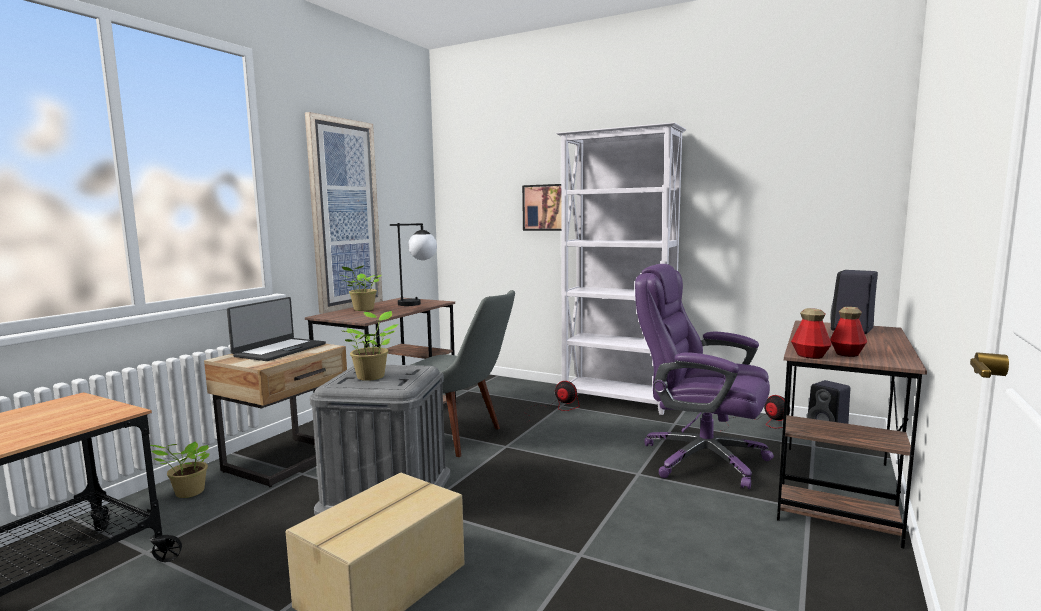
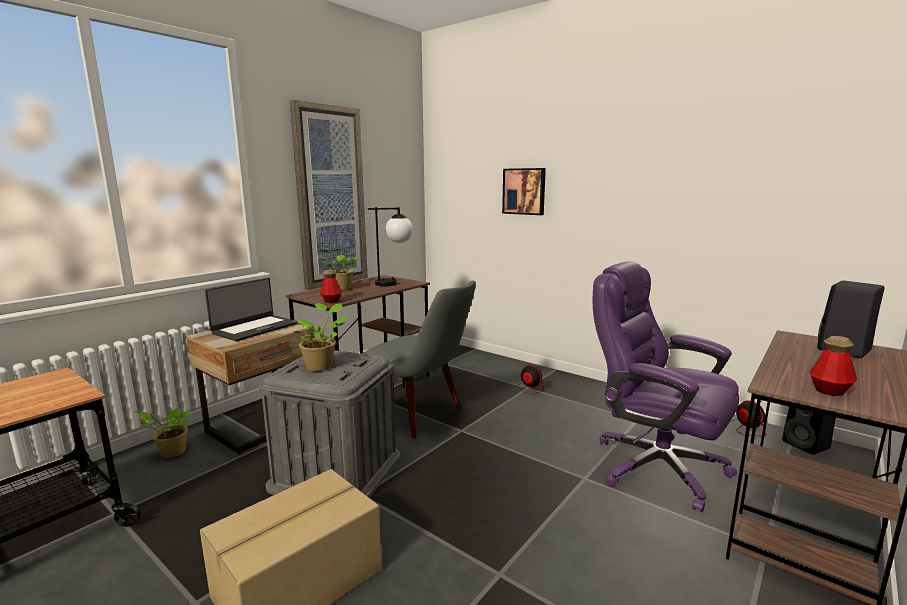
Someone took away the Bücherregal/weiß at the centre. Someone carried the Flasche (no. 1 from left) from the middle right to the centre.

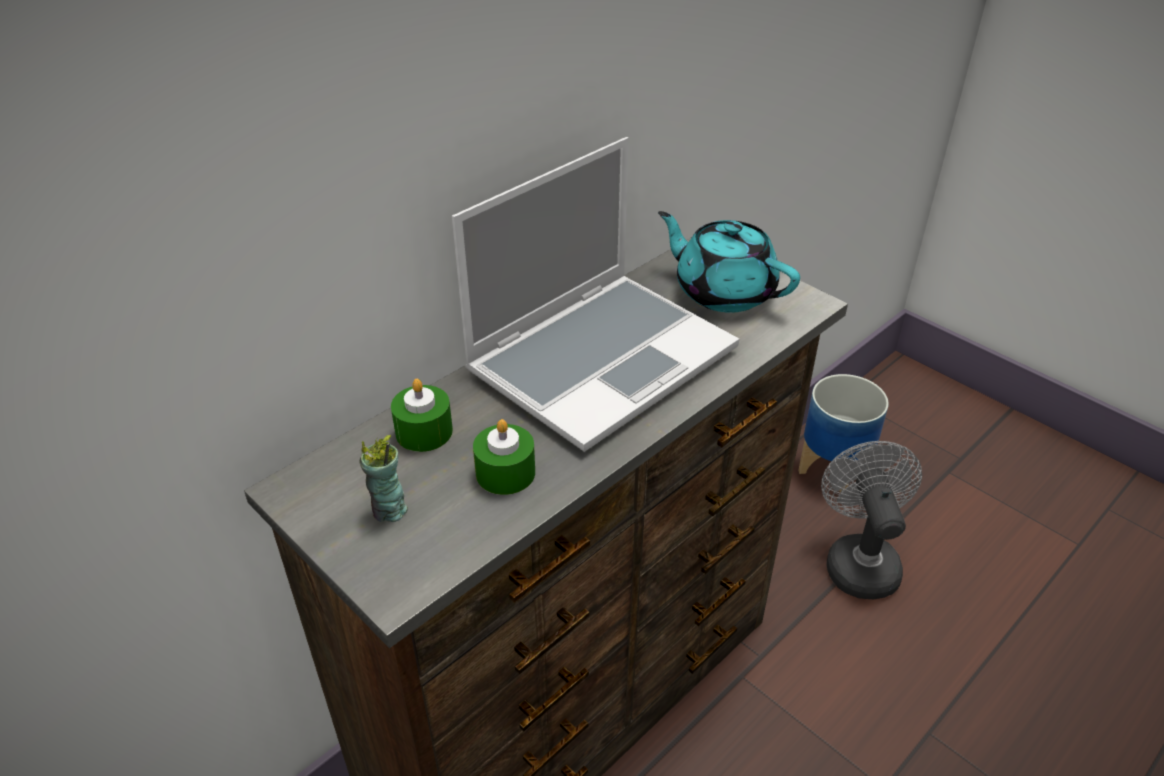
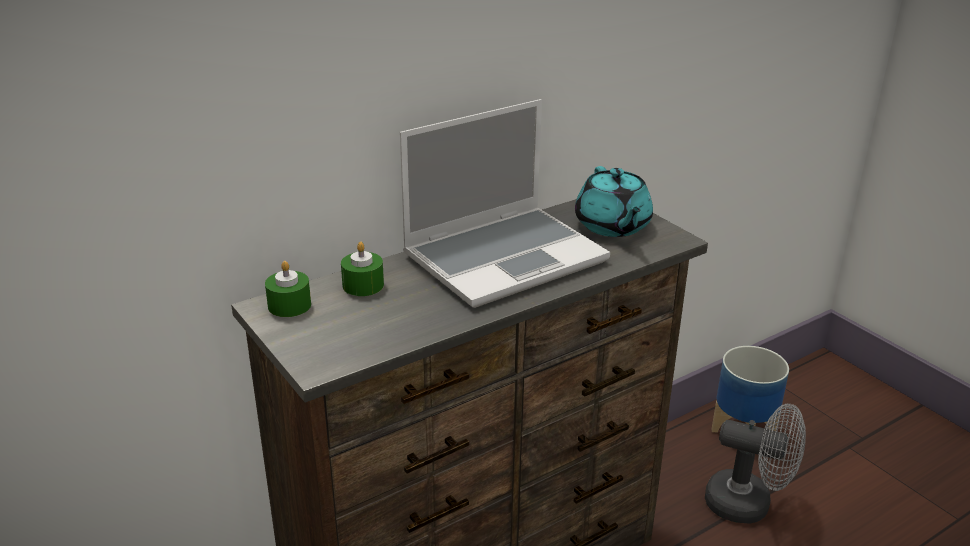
Someone rotated the Teekanne/türkis at the centre by 150 degrees counterclockwise. Someone carried the Kerze/grün (no. 2 from left in the first image) from the centre to the middle left. Someone took away the Tasse at the middle left. Someone rotated the Ventilator/grau at the bottom right by 105 degrees clockwise.

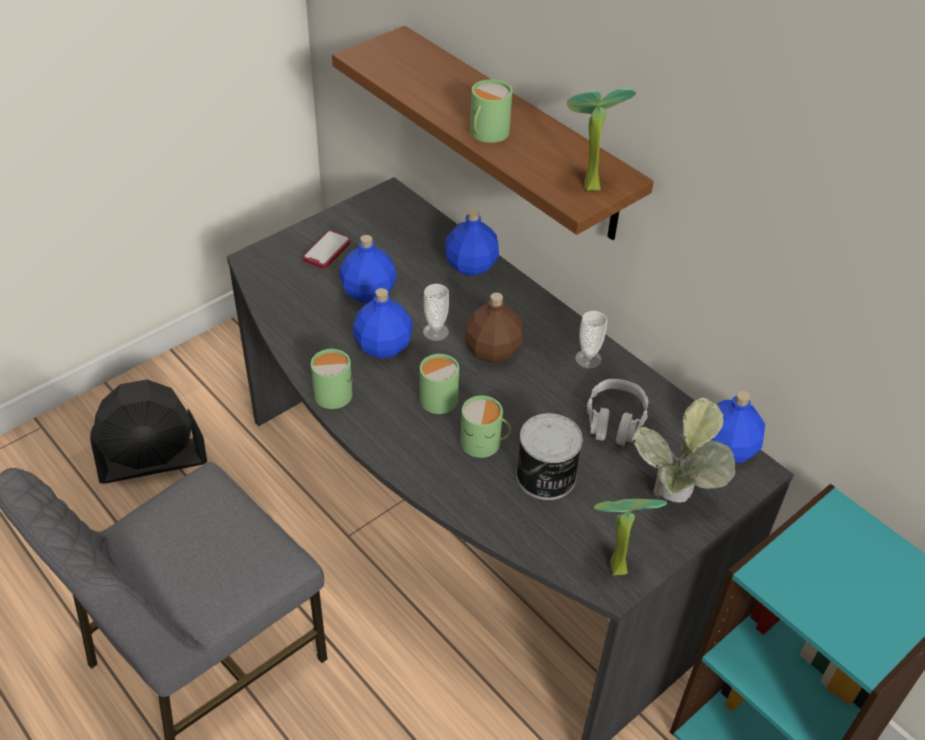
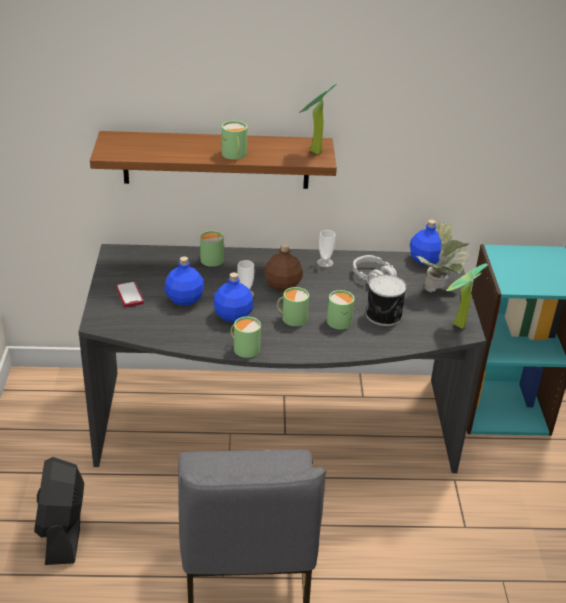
Someone swapped the Flasche/blau (no. 3 from left) at the top centre for the Henkelbecher/grün (no. 1 from left) at the centre. Someone rotated the Ventilator/schwarz at the middle left by 150 degrees clockwise.

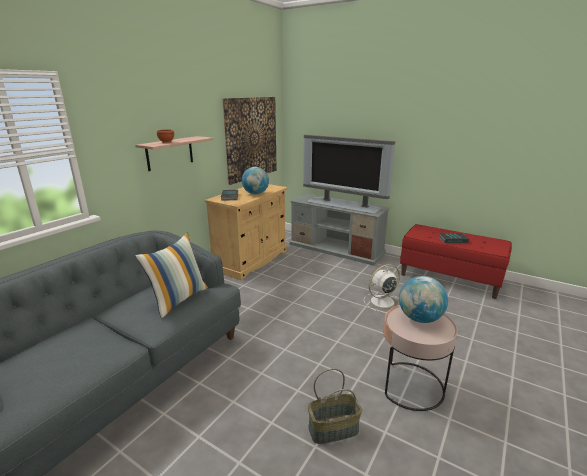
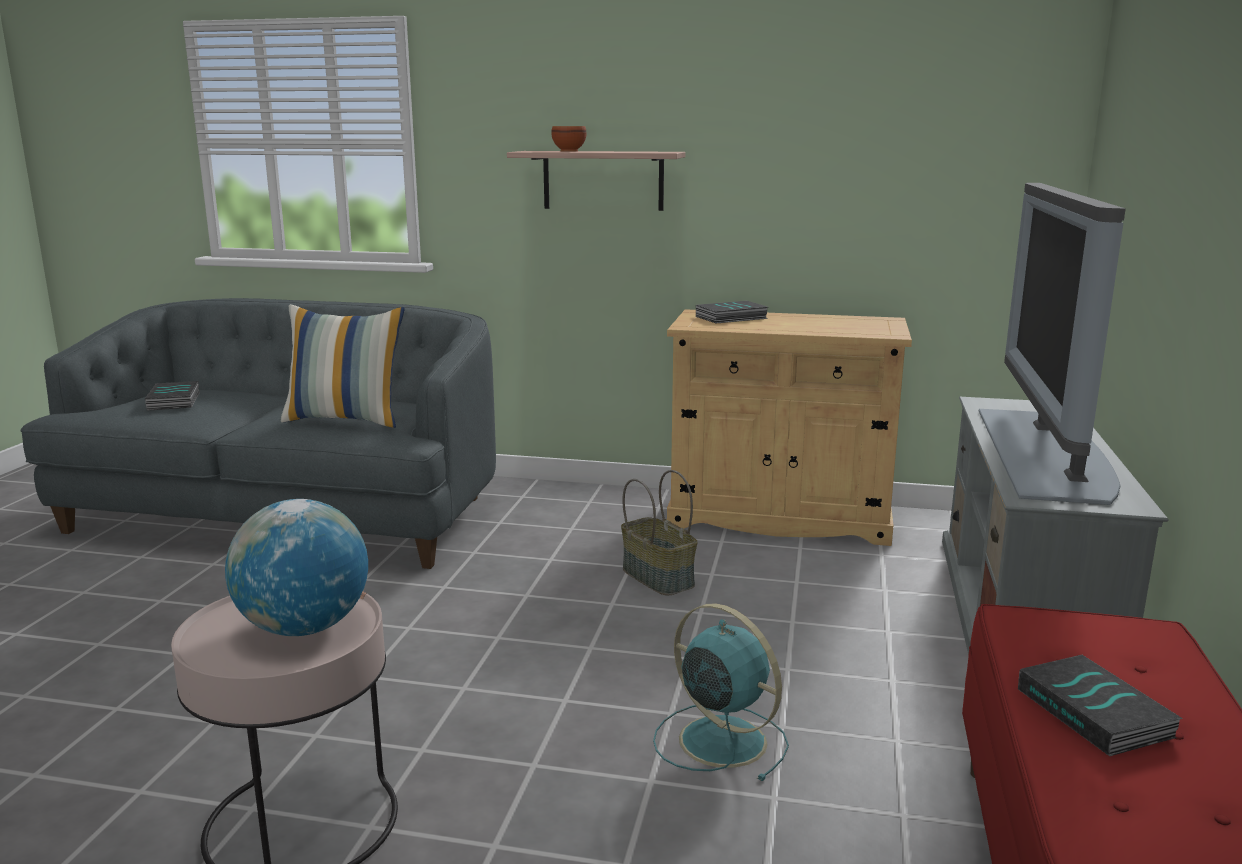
Someone took away the Bild at the top centre. Someone took away the Globus (no. 1 from left) at the centre. Someone repainted the Ventilator/weiß at the centre, which became the Ventilator/türkis at the bottom centre. Someone carried the Korb from the bottom centre to the centre. Someone put down the Buch (no. 1 from left) at the middle left.

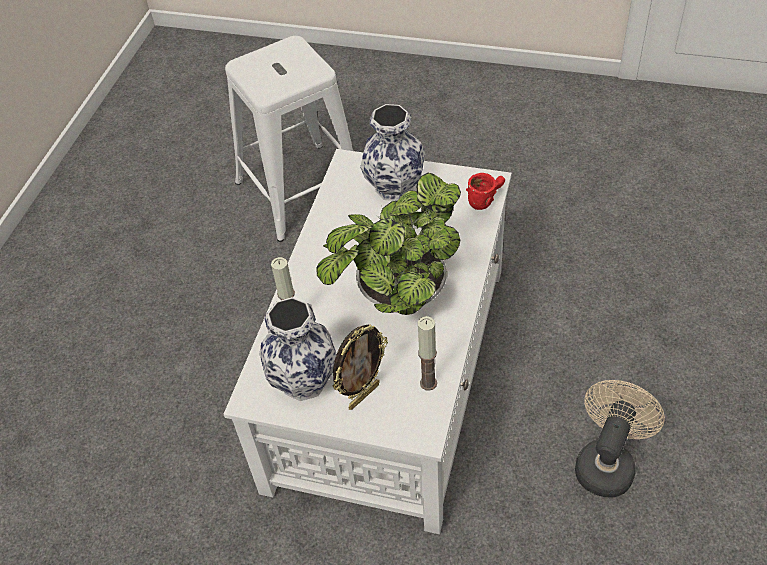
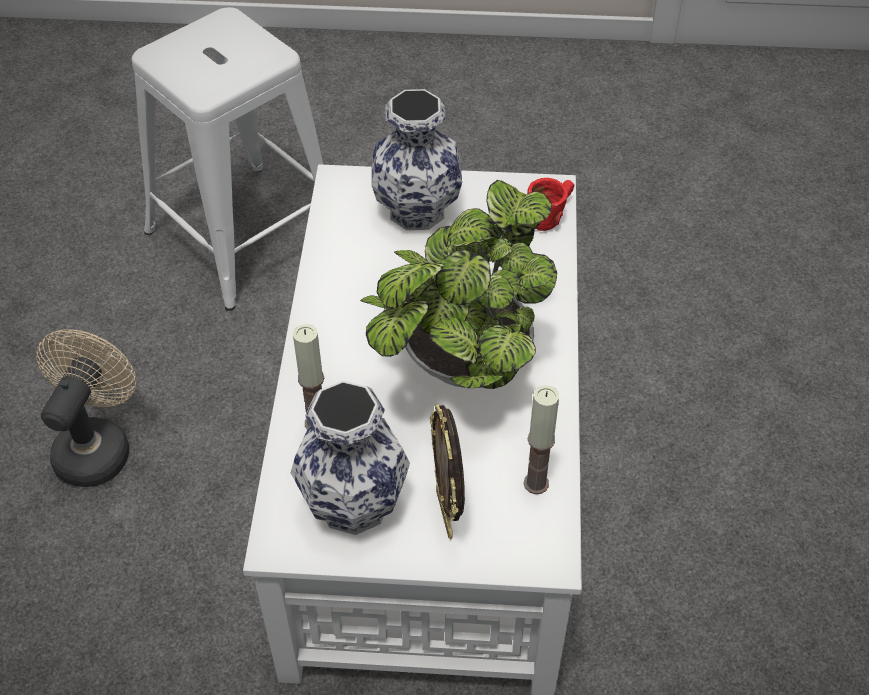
Someone rotated the Bilderrahmen at the centre by 135 degrees clockwise. Someone carried the Ventilator/beige from the bottom right to the middle left.

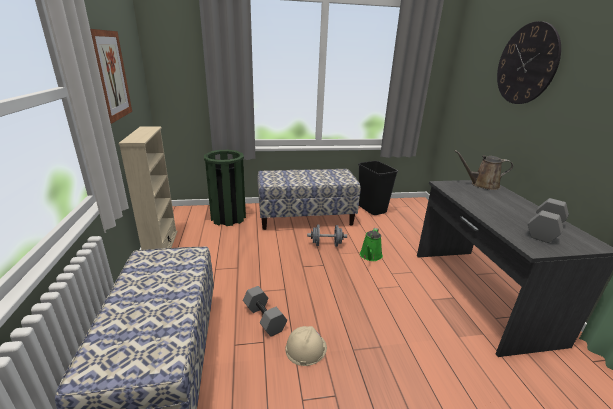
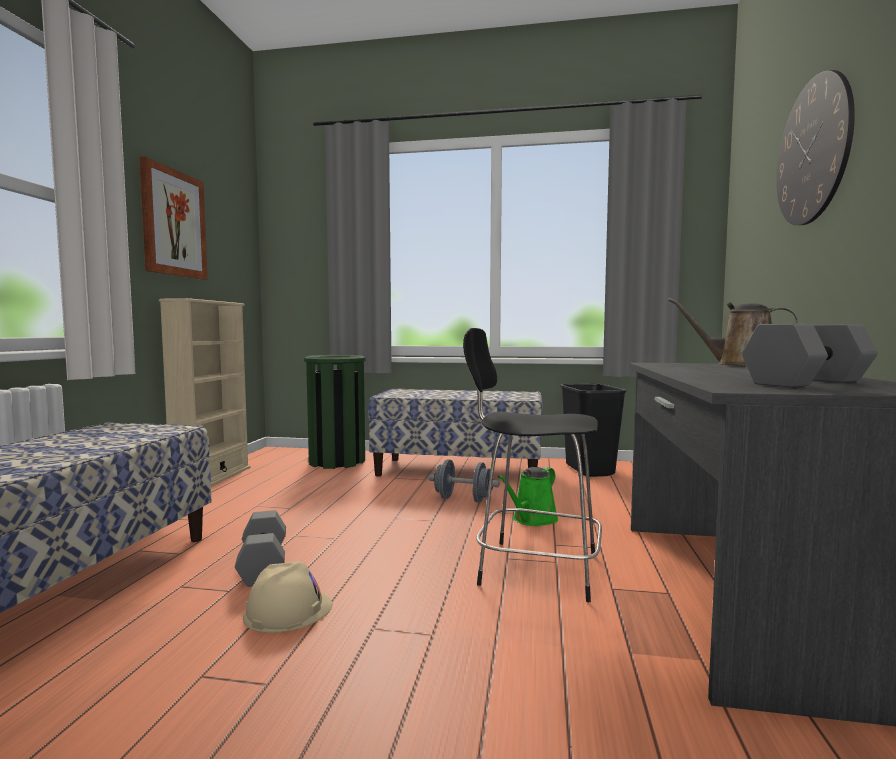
Someone put down the Hocker/schwarz at the centre.

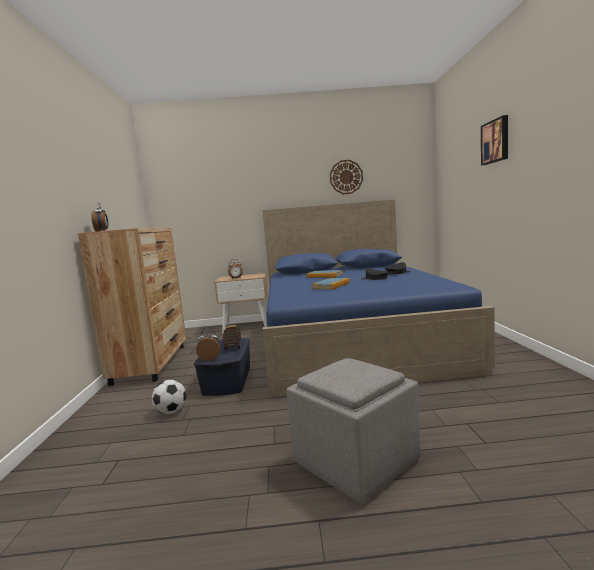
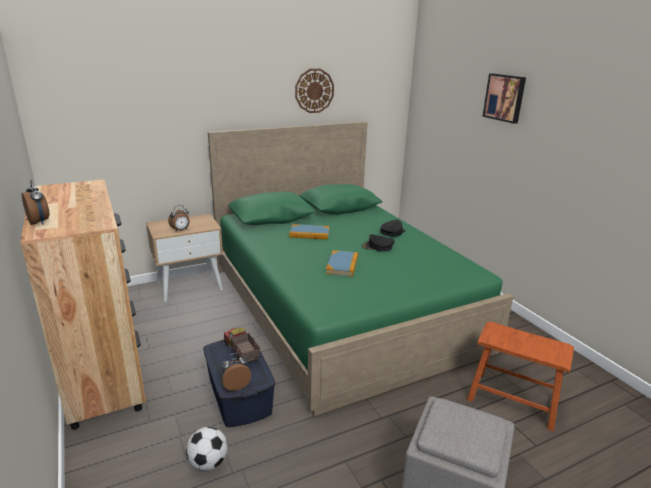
Someone repainted the Bett/blau at the centre, which became the Bett/grün at the centre. Someone put down the Hocker/braun at the bottom right.

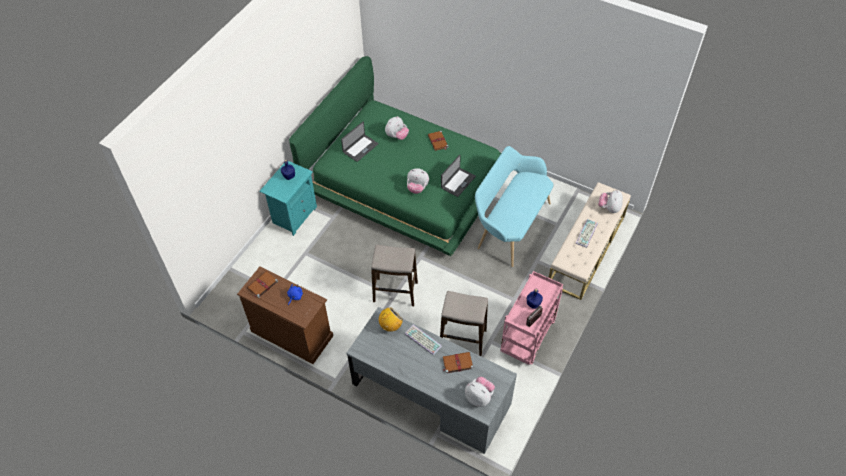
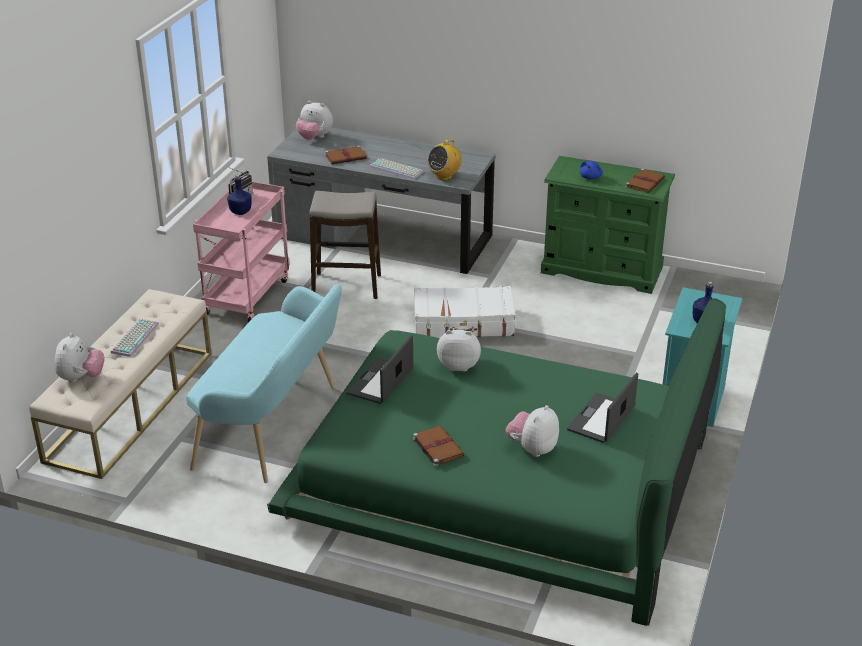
Someone swapped the Hocker (no. 1 from left) at the centre for the Koffer/weiß at the centre. Someone repainted the Kommode/braun at the centre, which became the Kommode/grün at the middle right.

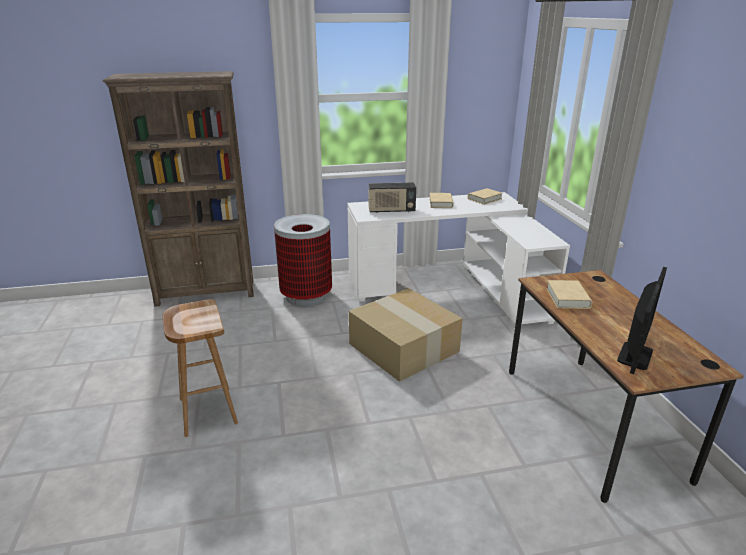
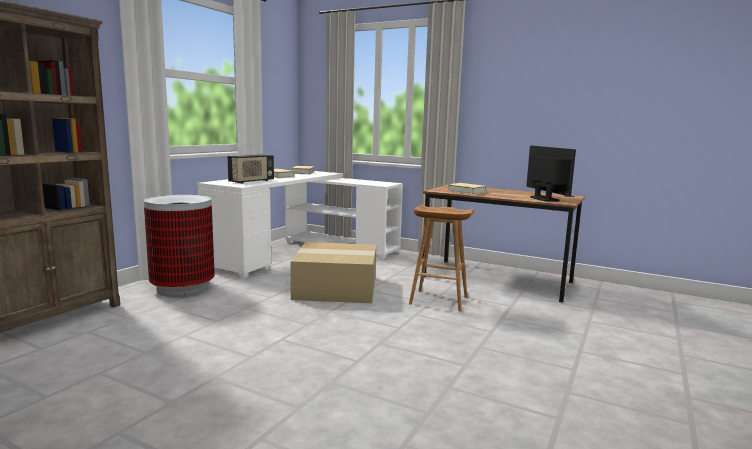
Someone carried the Hocker/braun from the middle left to the centre.

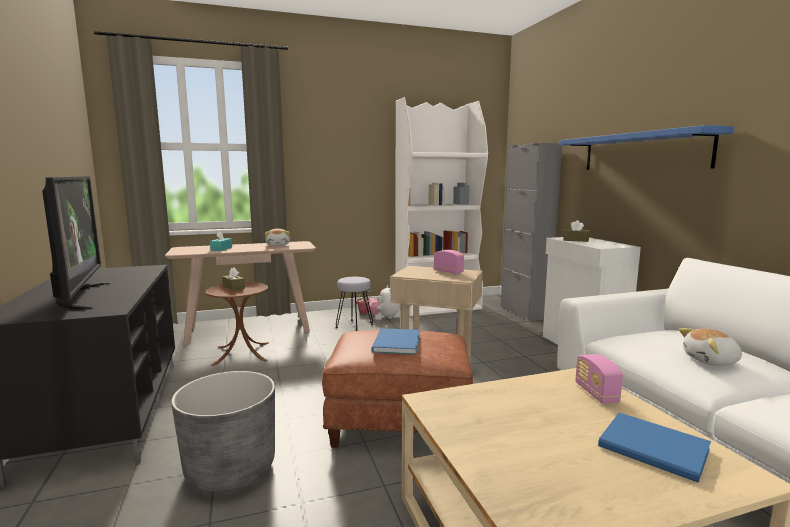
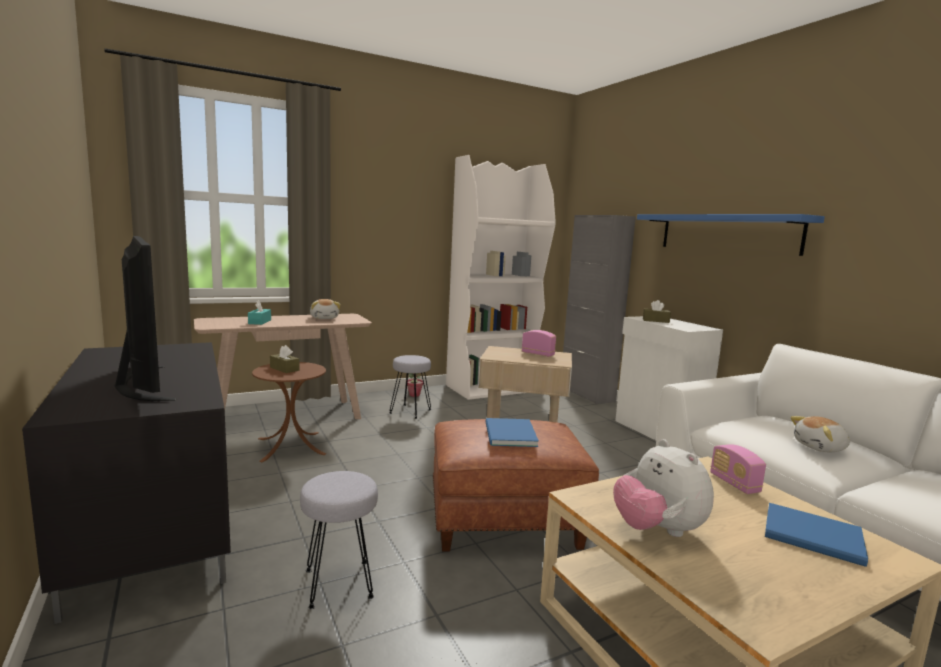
Someone carried the Plüschtier (no. 2 from left) from the centre to the bottom right. Someone swapped the Pflanzkübel/grau at the bottom left for the Hocker/grau (no. 1 from left) at the bottom centre.

